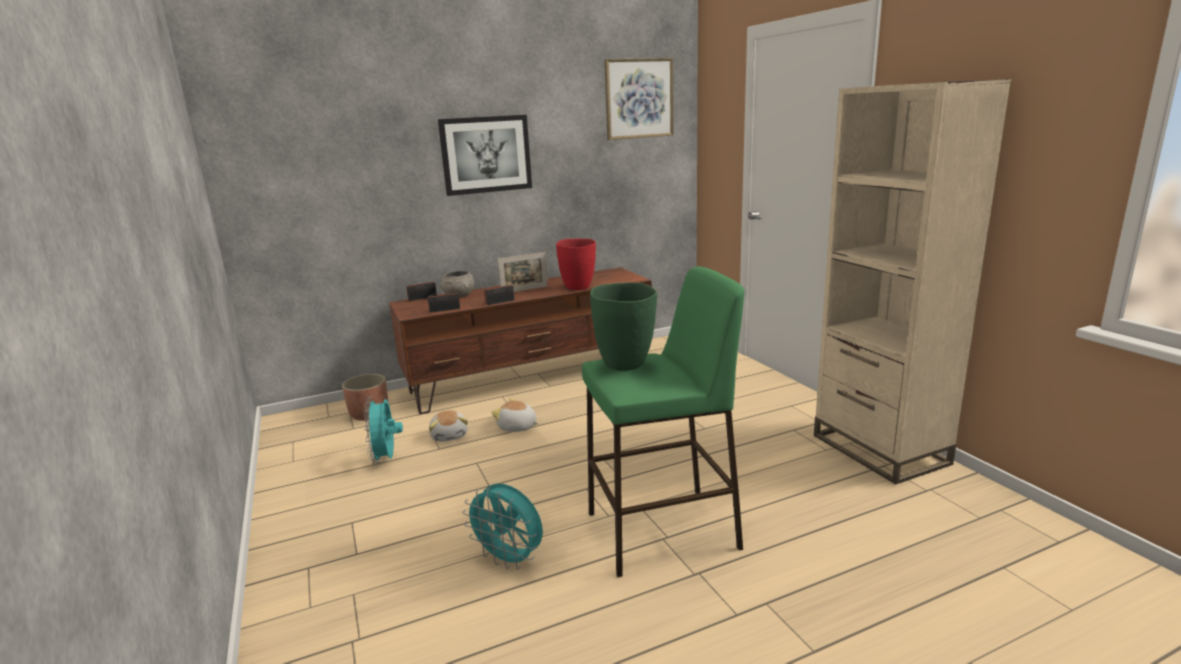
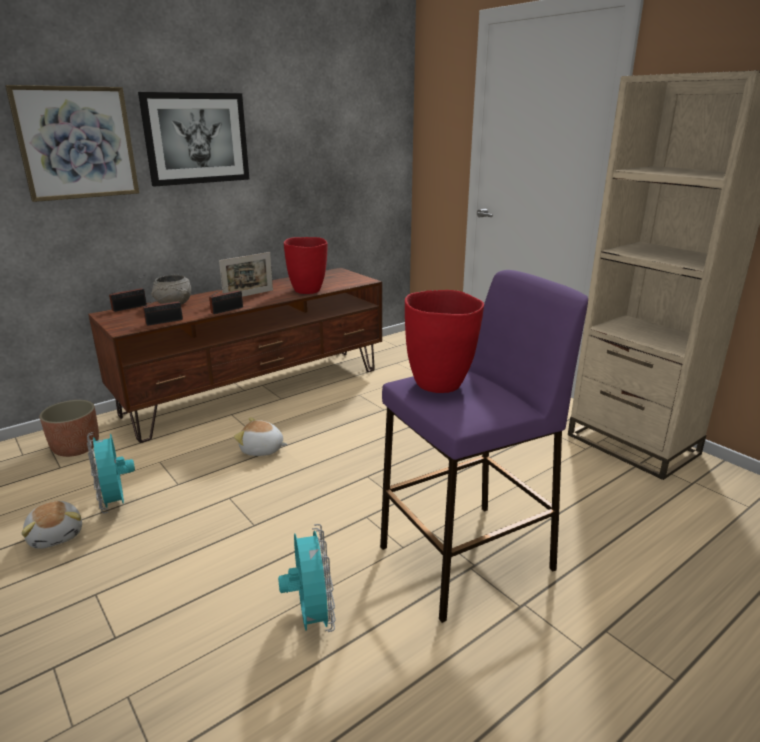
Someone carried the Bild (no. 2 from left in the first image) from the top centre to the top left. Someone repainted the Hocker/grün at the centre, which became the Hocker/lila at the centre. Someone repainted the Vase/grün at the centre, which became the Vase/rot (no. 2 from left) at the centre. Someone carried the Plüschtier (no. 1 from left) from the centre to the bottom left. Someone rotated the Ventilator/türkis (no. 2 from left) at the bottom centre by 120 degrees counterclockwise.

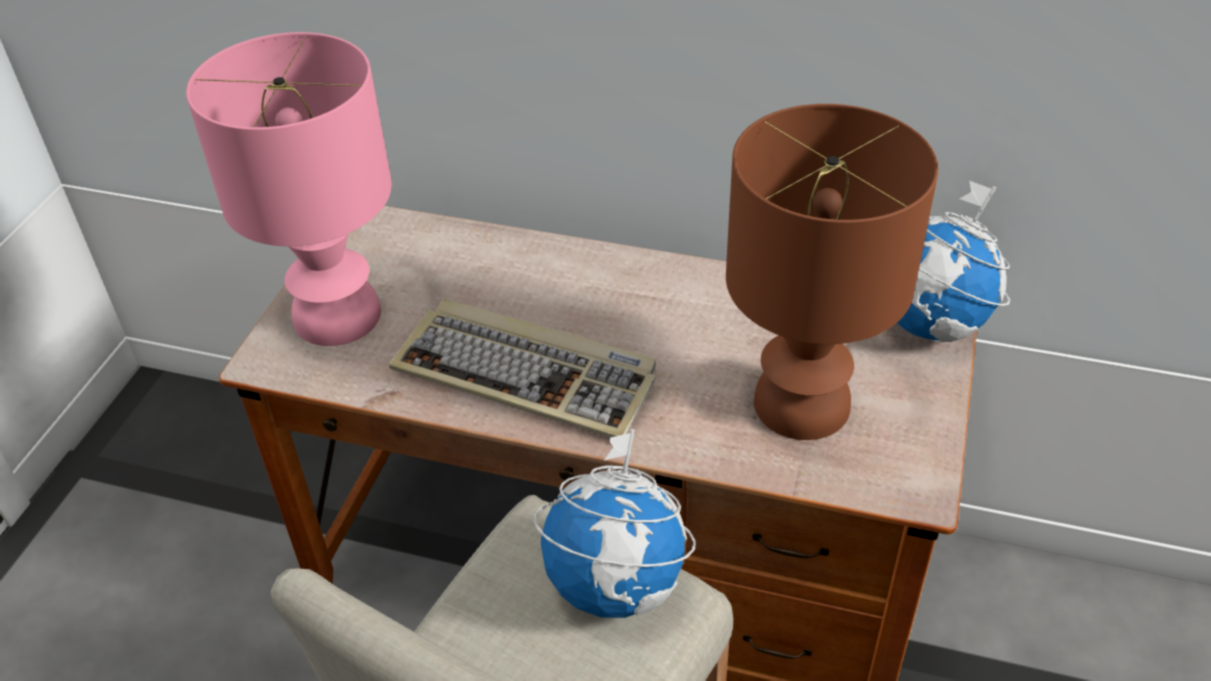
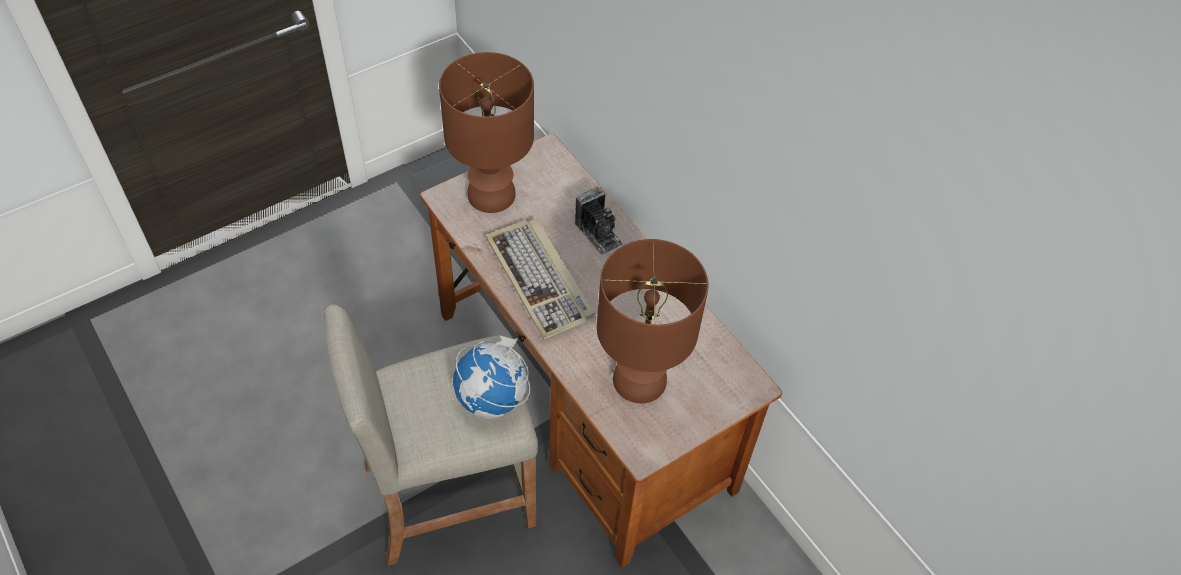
Someone repainted the Tischlampe/rosa at the top left, which became the Tischlampe/braun (no. 1 from left) at the top centre. Someone took away the Globus (no. 2 from left) at the middle right. Someone put down the Kamera at the centre.

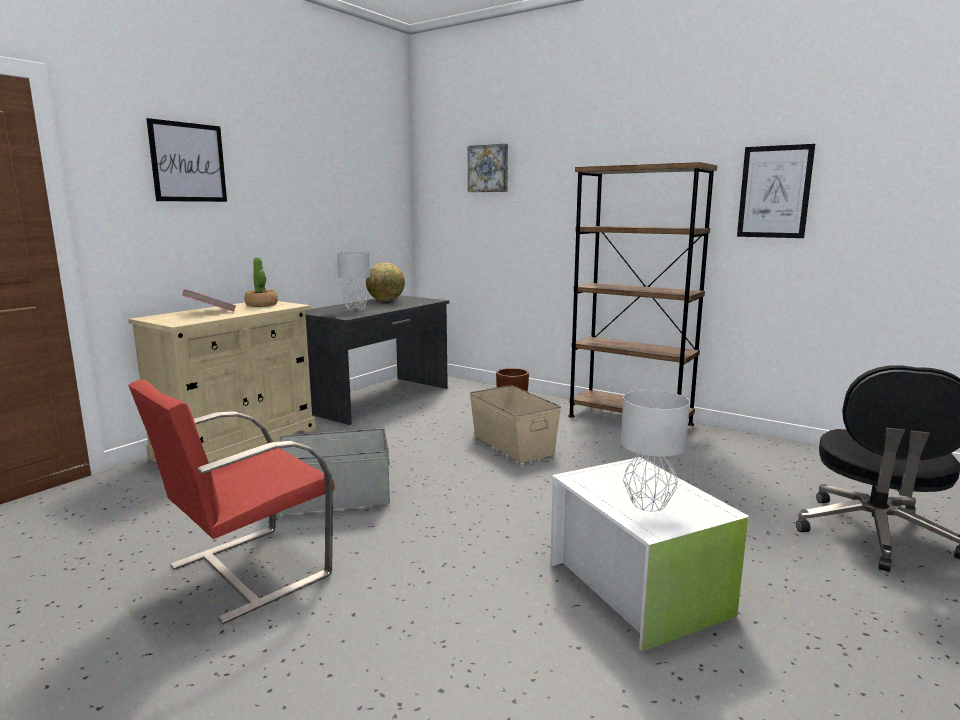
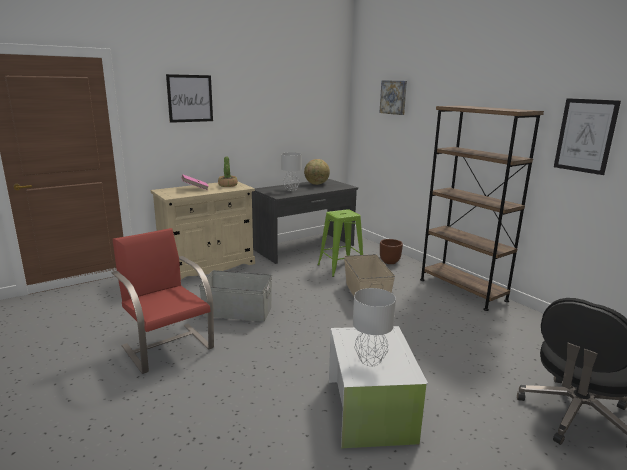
Someone rotated the Stuhl/rot at the bottom left by 75 degrees clockwise. Someone put down the Hocker/grün at the centre.

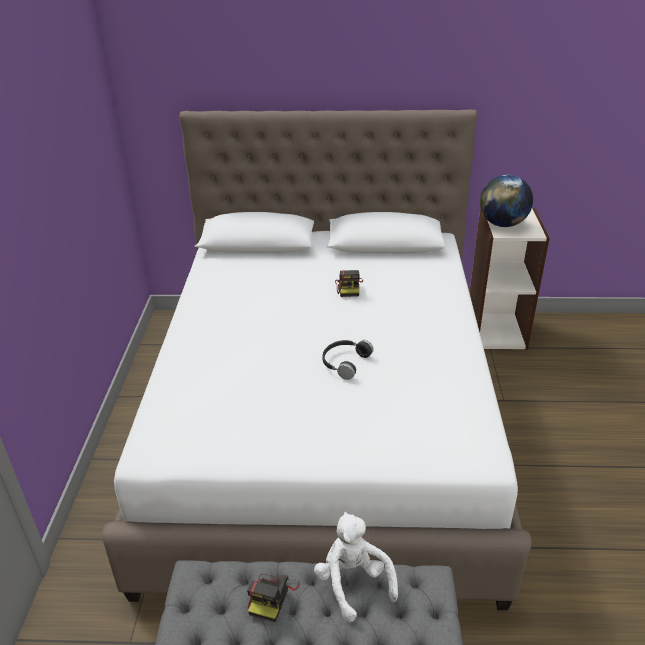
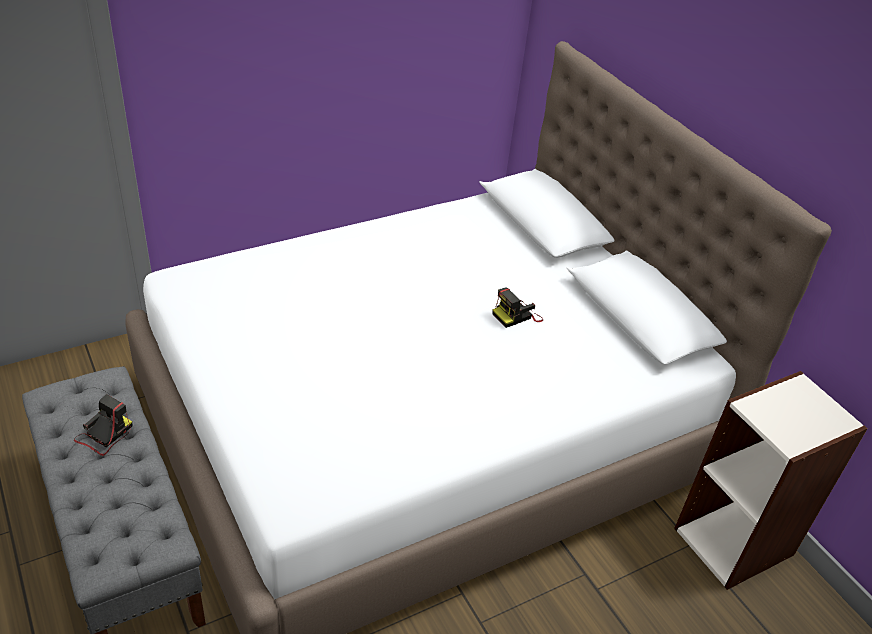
Someone took away the Globus at the top right. Someone took away the Kopfhörer/schwarz at the centre. Someone took away the Plüschtier/weiß at the bottom centre. Someone rotated the Kamera (no. 1 from left) at the bottom centre by 135 degrees clockwise.

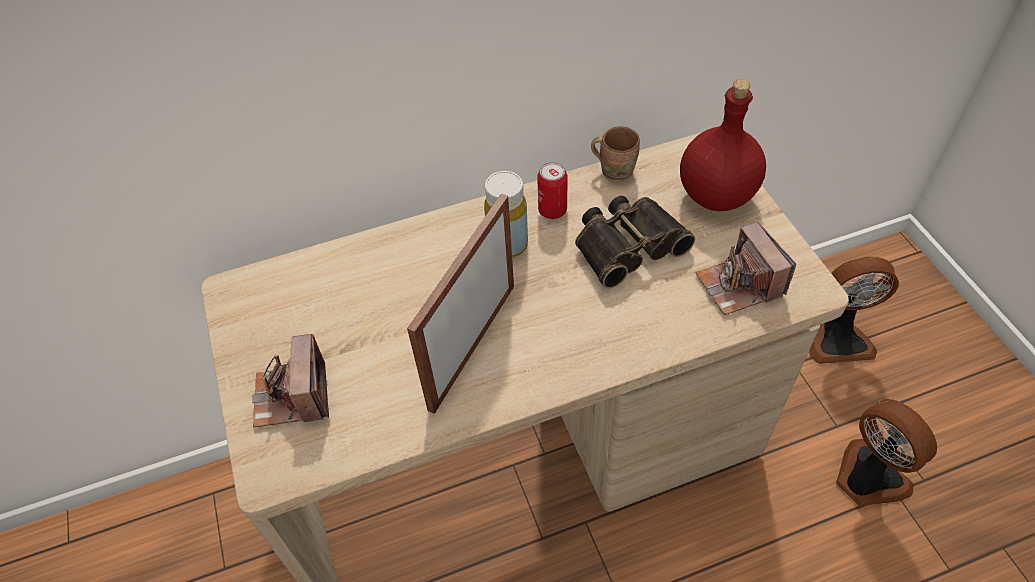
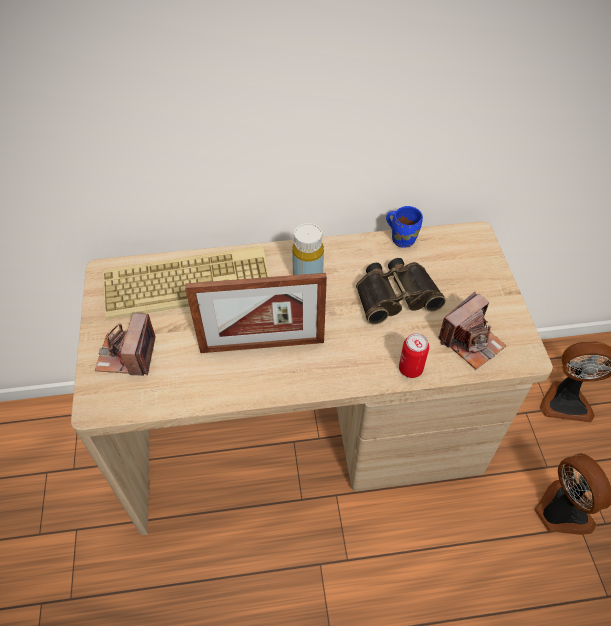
Someone took away the Flasche/rot at the top right. Someone repainted the Henkelbecher/braun at the top centre, which became the Henkelbecher/blau at the centre. Someone carried the Dose from the top centre to the middle right. Someone rotated the Bilderrahmen at the centre by 135 degrees counterclockwise. Someone rotated the Kamera (no. 2 from left) at the middle right by 120 degrees counterclockwise. Someone put down the Tastatur at the middle left.

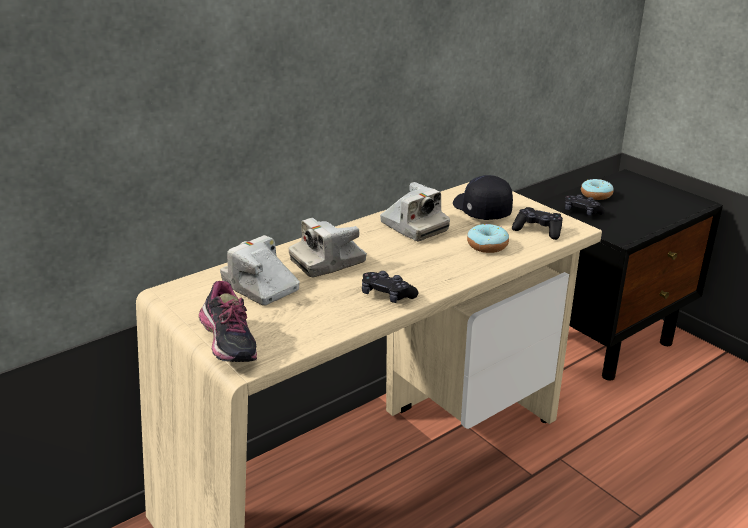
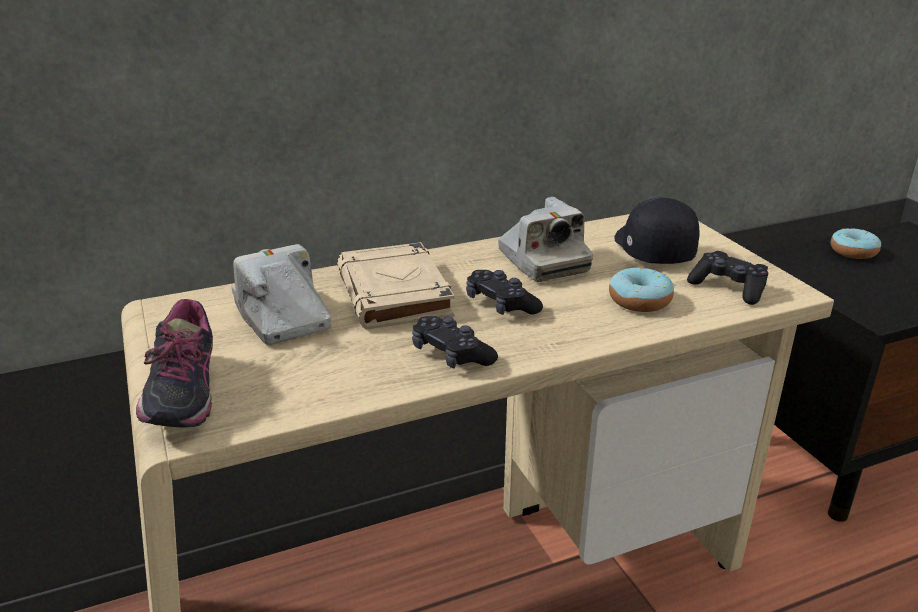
Someone carried the Gamepad/schwarz (no. 3 from left in the first image) from the middle right to the centre. Someone swapped the Kamera (no. 2 from left) at the centre for the Buch/beige at the centre.

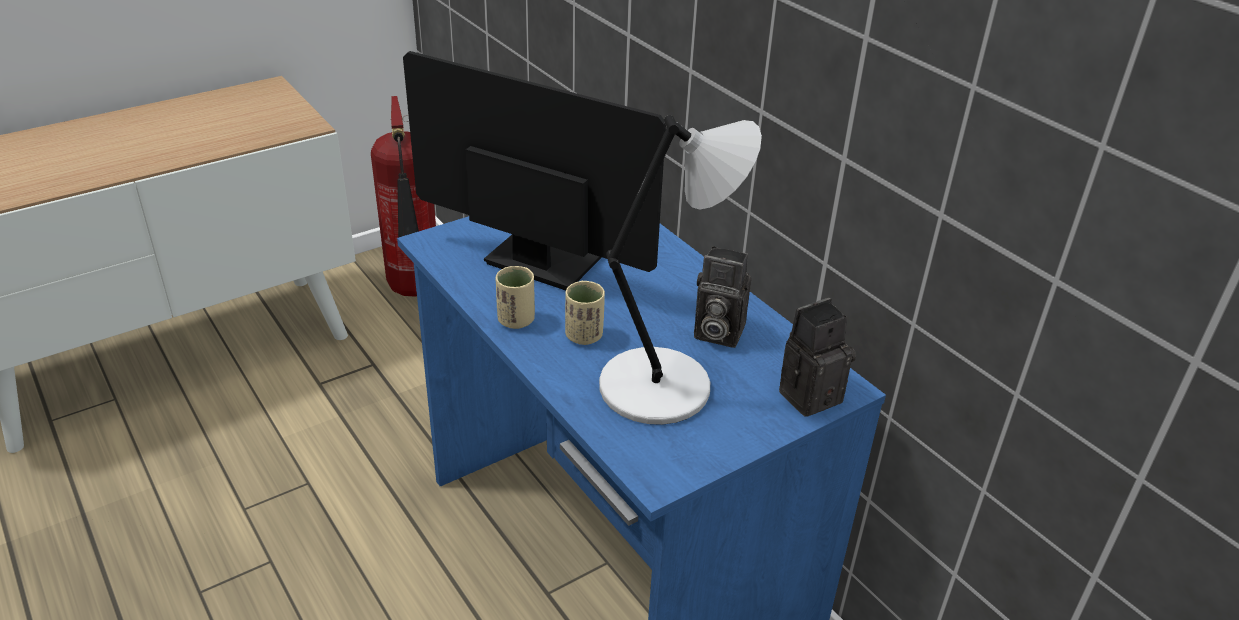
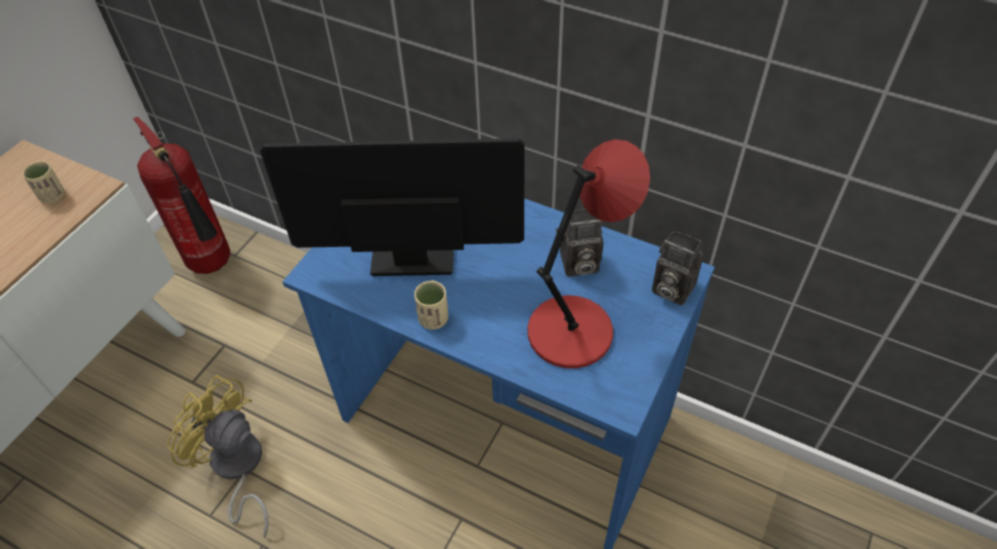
Someone repainted the Tischlampe/grau at the centre, which became the Tischlampe/rot at the centre. Someone carried the Tasse/beige (no. 2 from left in the first image) from the centre to the top left. Someone rotated the Kamera (no. 2 from left) at the centre by 90 degrees counterclockwise. Someone put down the Ventilator/gelb at the bottom left.

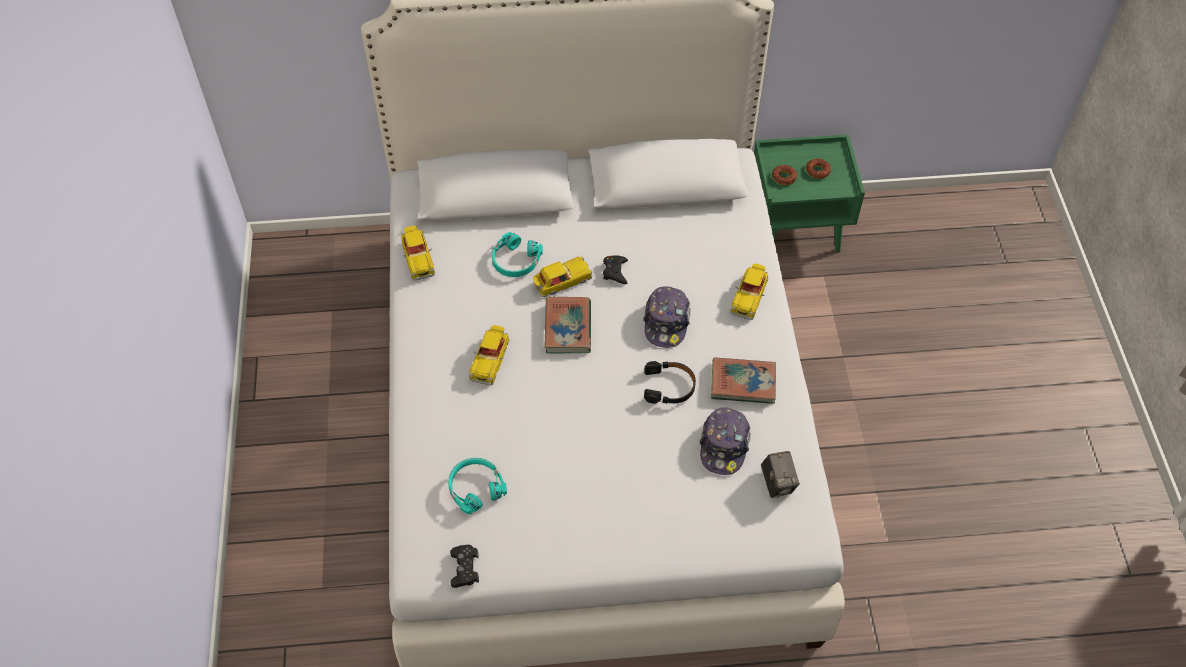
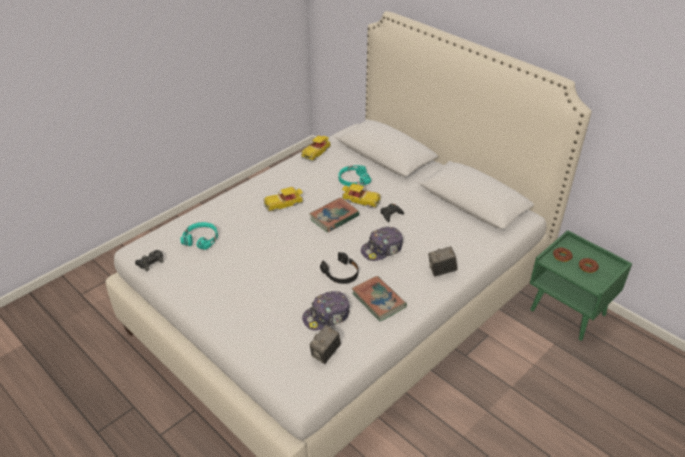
Someone swapped the Spielzeugauto (no. 4 from left) at the centre for the Kamera (no. 2 from left) at the centre.

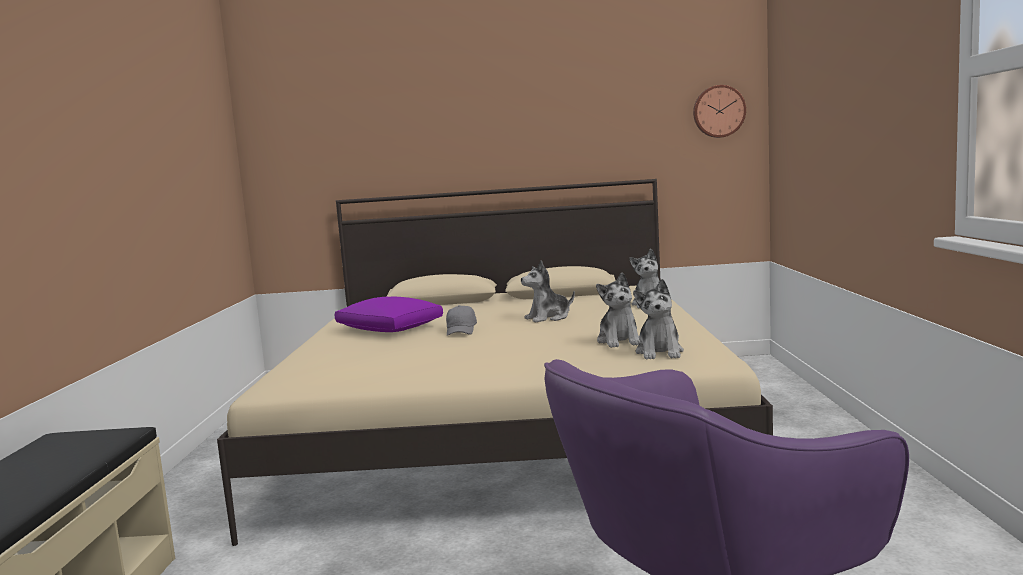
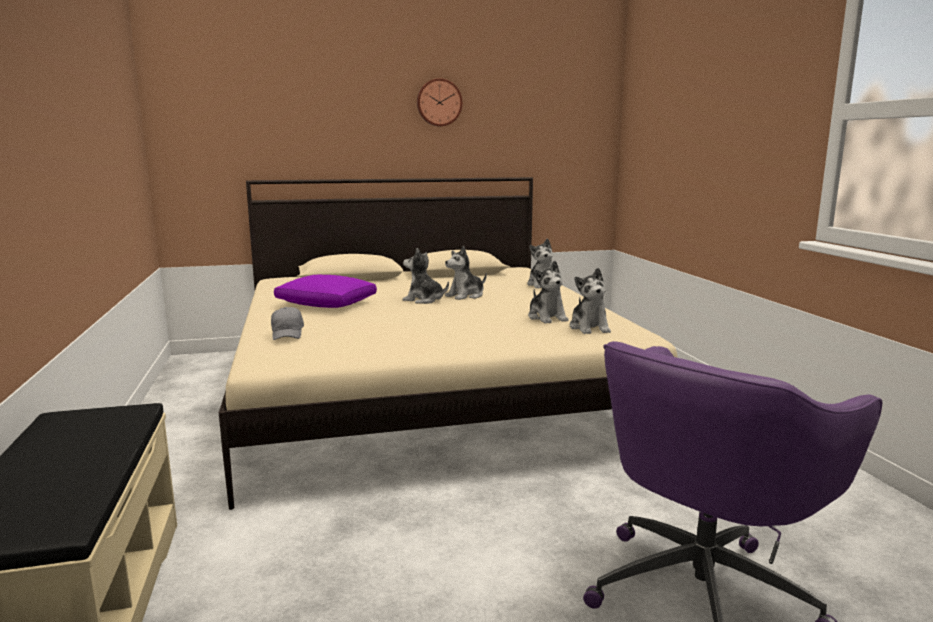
Someone carried the Wanduhr from the top right to the top centre. Someone carried the Kappe/grau from the centre to the middle left. Someone put down the Plüschtier (no. 1 from left) at the centre.

